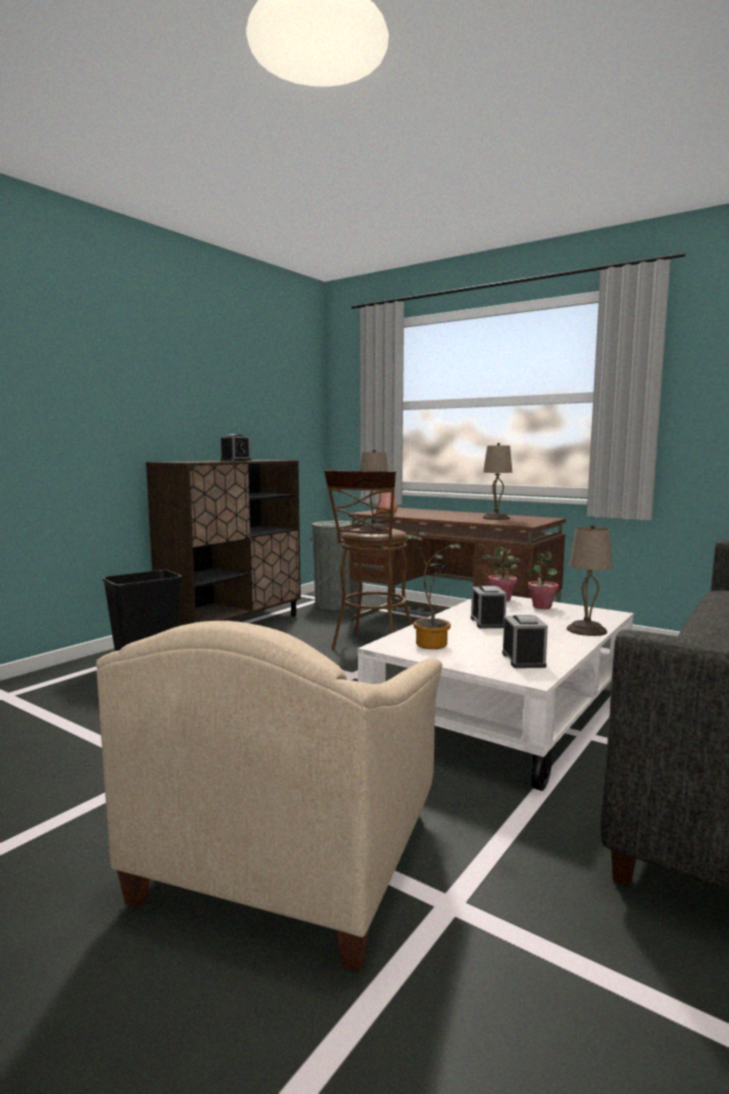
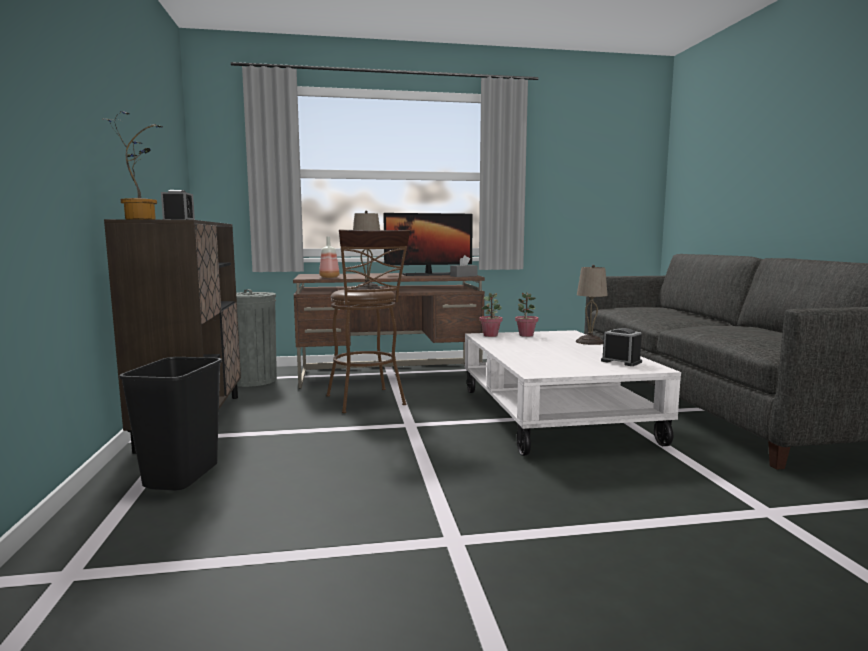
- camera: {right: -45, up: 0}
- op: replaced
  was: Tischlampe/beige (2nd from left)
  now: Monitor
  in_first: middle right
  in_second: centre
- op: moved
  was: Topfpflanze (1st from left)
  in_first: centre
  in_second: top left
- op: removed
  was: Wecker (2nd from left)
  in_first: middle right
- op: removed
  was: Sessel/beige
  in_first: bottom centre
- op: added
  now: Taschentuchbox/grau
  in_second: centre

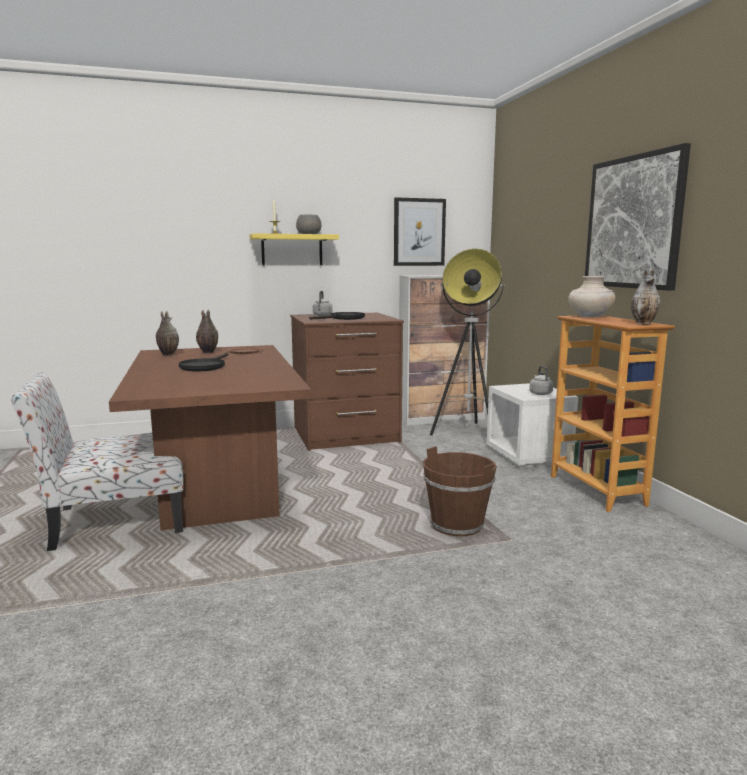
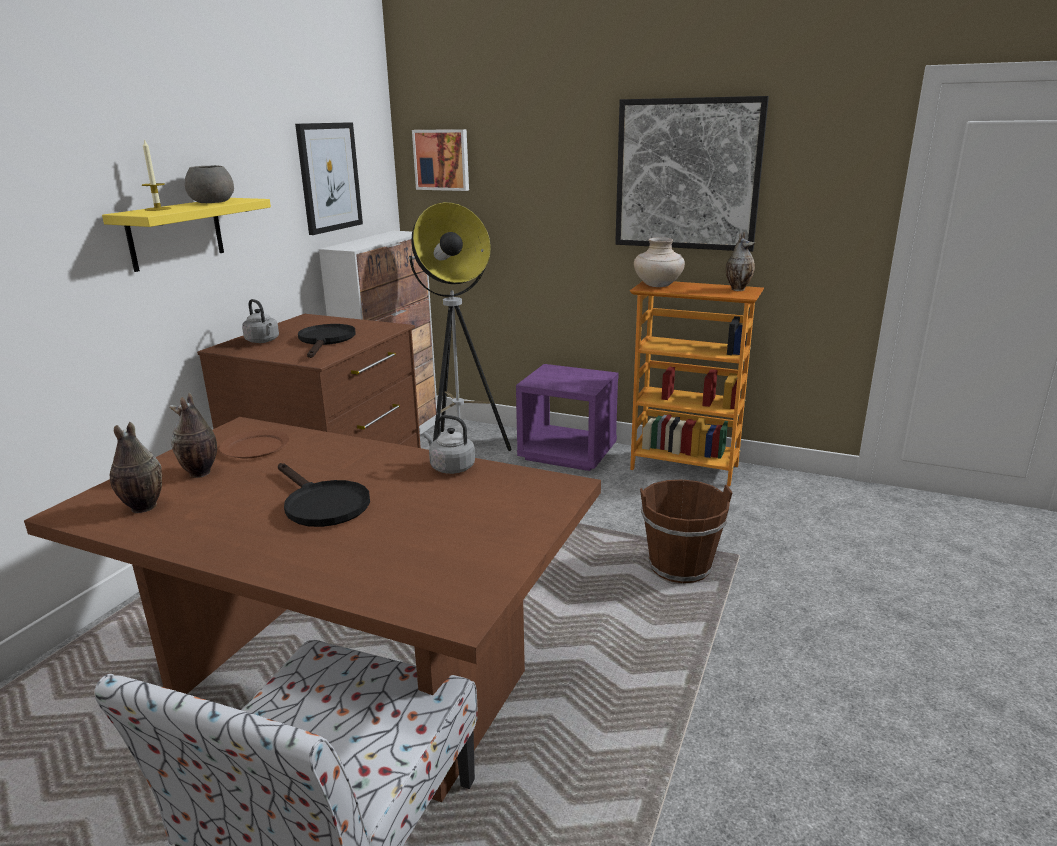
- camera: {right: -50, up: 10}
- op: moved
  was: Wasserkessel/grau (2nd from left)
  in_first: middle right
  in_second: centre
- op: recoloured
  was: Nachttisch/weiß
  now: Nachttisch/lila
  in_first: middle right
  in_second: centre
- op: added
  now: Bild (2nd from left)
  in_second: top centre

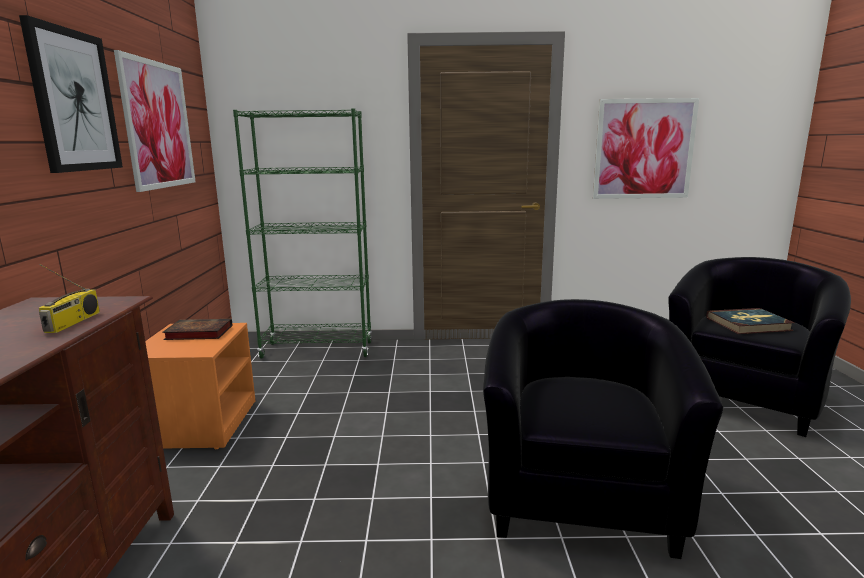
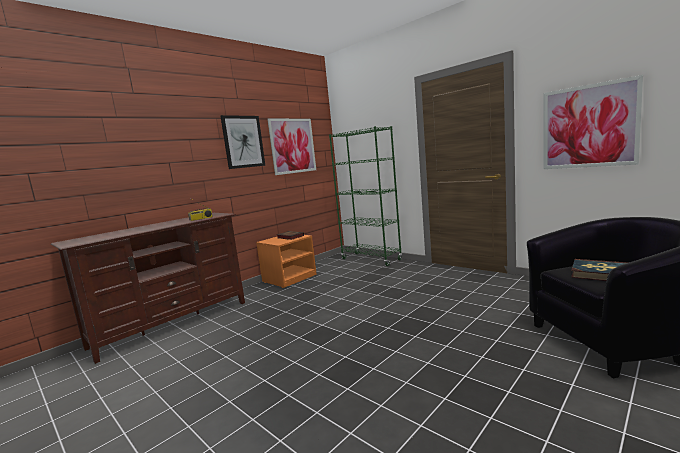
- camera: {right: 45, up: -5}
- op: removed
  was: Sessel/schwarz (1st from left)
  in_first: bottom right

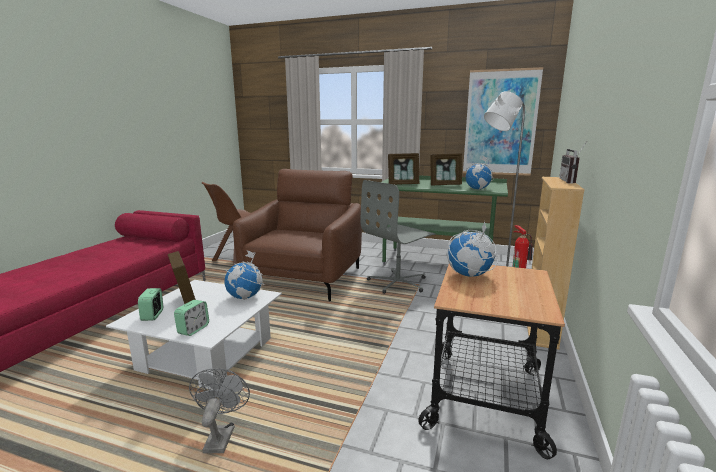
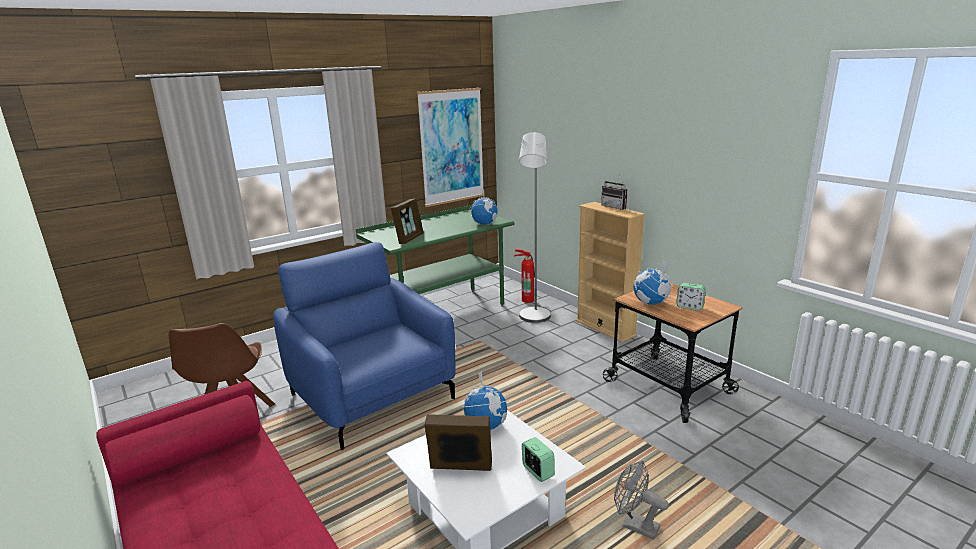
- camera: {right: -55, up: 5}
- op: removed
  was: Bilderrahmen (3rd from left)
  in_first: centre
- op: recoloured
  was: Sessel/braun
  now: Sessel/blau
  in_first: centre
  in_second: centre
- op: removed
  was: Bürostuhl/grau
  in_first: centre
- op: moved
  was: Wecker (1st from left in the first image)
  now: Wecker (2nd from left)
  in_first: middle left
  in_second: middle right

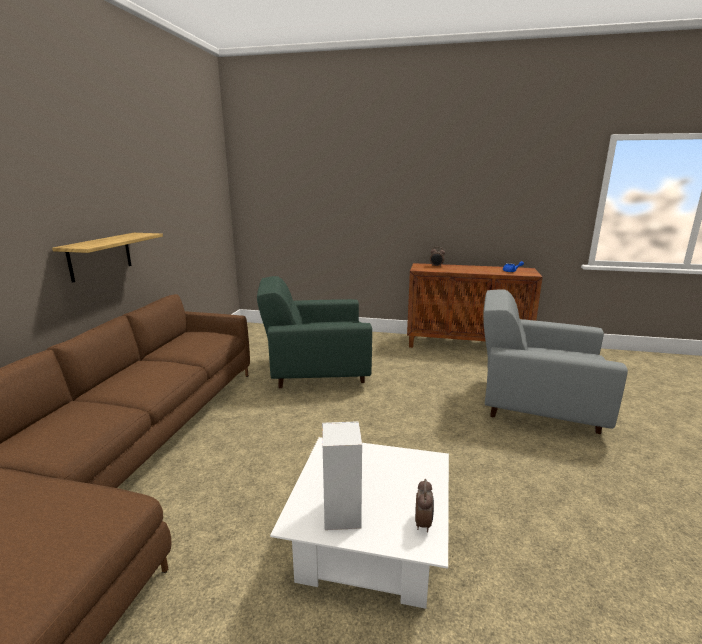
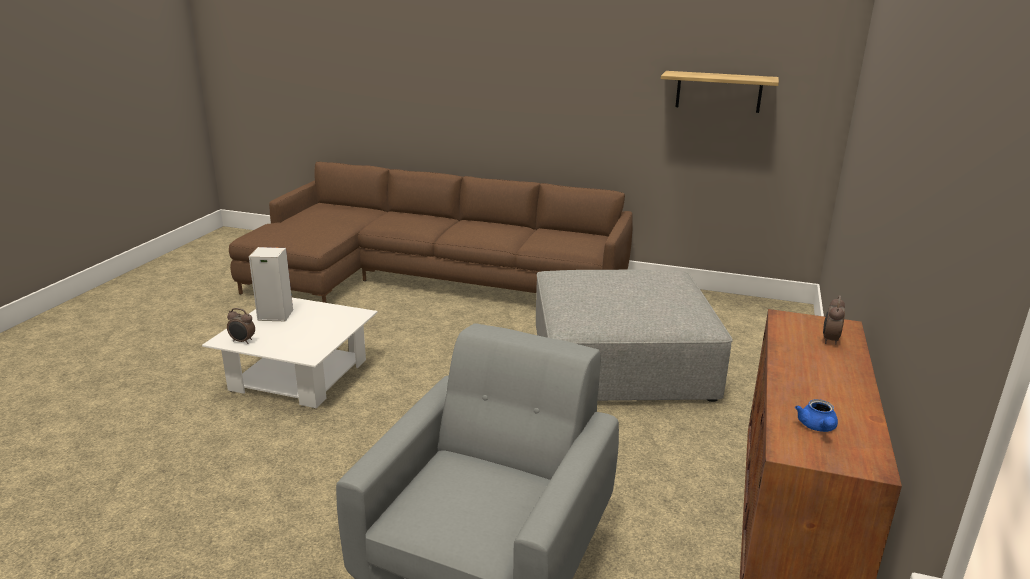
- camera: {right: 95, up: 5}
- op: moved
  was: Wandregal
  in_first: middle left
  in_second: top right
- op: replaced
  was: Sessel/grün
  now: Polsterhocker/grau
  in_first: centre
  in_second: centre

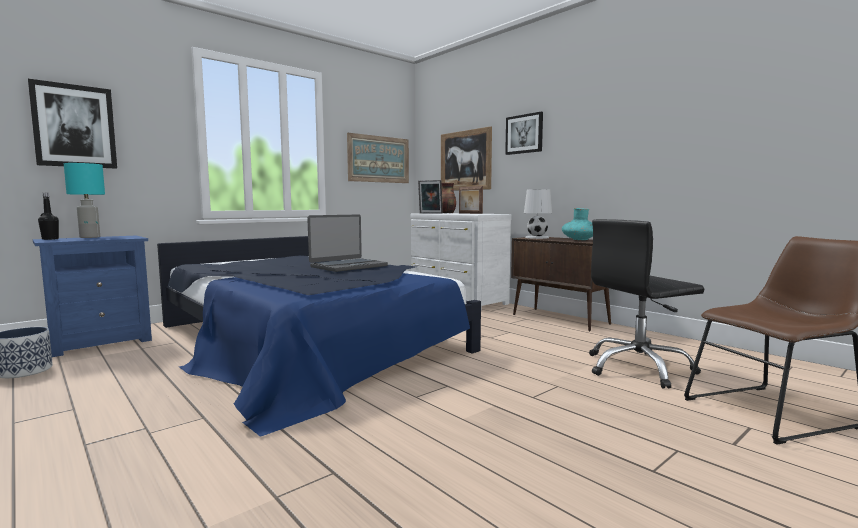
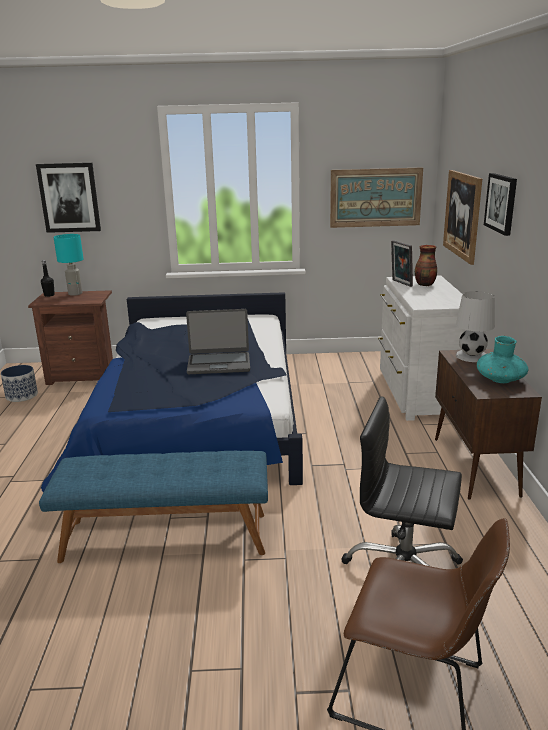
- camera: {right: 40, up: 15}
- op: removed
  was: Bilderrahmen (2nd from left)
  in_first: centre
- op: recoloured
  was: Nachttisch/blau
  now: Nachttisch/braun
  in_first: middle left
  in_second: middle left
- op: added
  now: Bank/blau
  in_second: bottom left

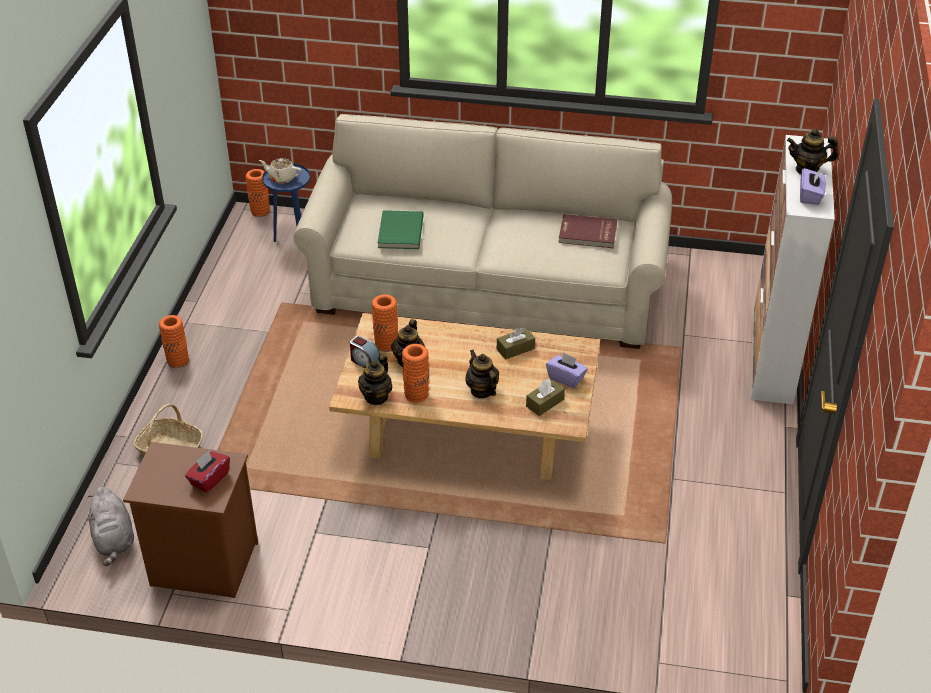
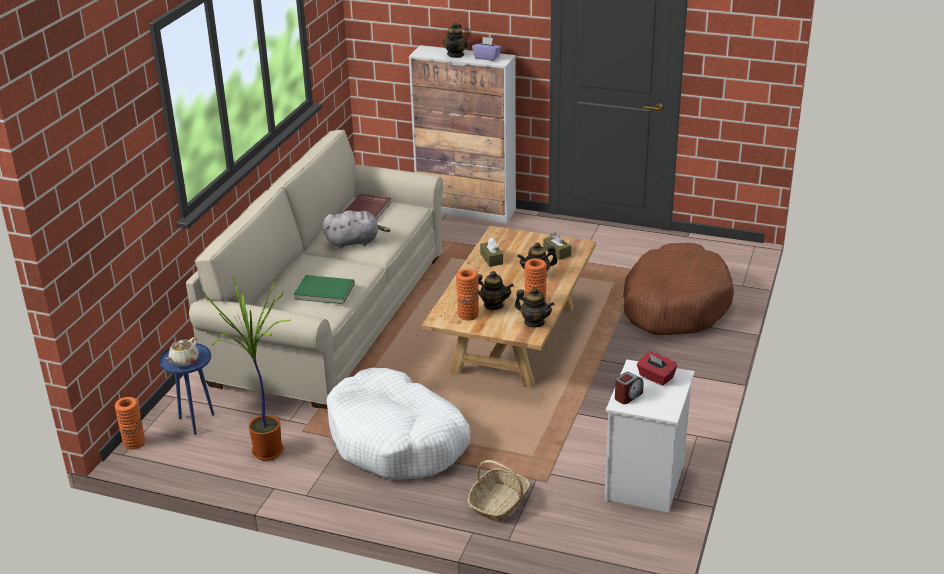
- camera: {right: -80, up: -10}
- op: removed
  was: Vase/orange (1st from left)
  in_first: middle left
- op: moved
  was: Wecker
  in_first: centre
  in_second: bottom centre
- op: removed
  was: Taschentuchbox/lila (1st from left)
  in_first: centre
- op: recoloured
  was: Nachttisch/braun
  now: Nachttisch/weiß
  in_first: bottom left
  in_second: bottom right
- op: moved
  was: Plüschtier/grau
  in_first: bottom left
  in_second: centre
- op: added
  now: Hundebett/braun
  in_second: middle right
- op: added
  now: Topfpflanze
  in_second: middle left
- op: added
  now: Hundebett/weiß
  in_second: bottom centre

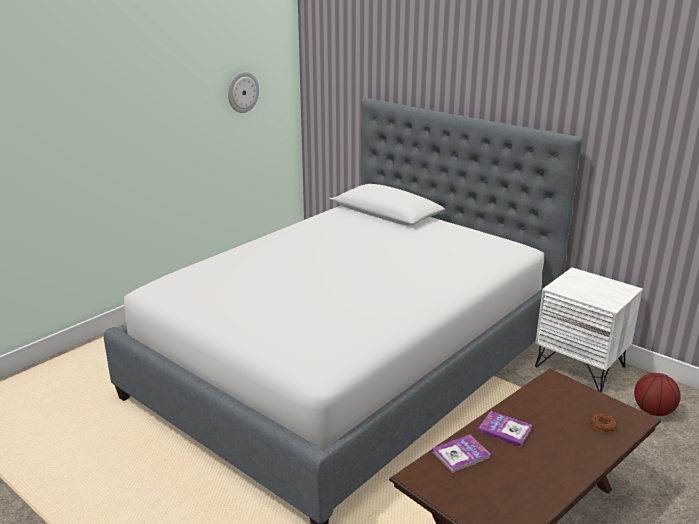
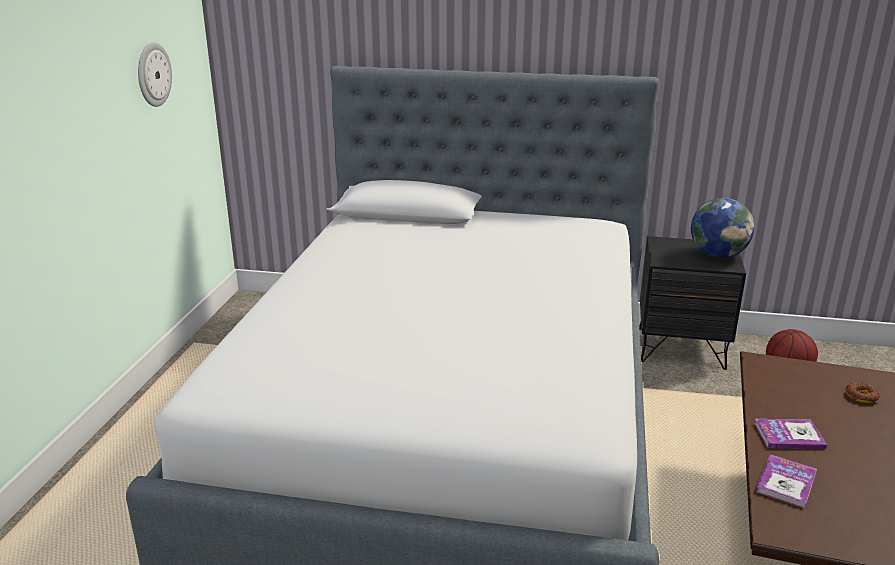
- camera: {right: -30, up: 0}
- op: recoloured
  was: Nachttisch/weiß
  now: Nachttisch/schwarz
  in_first: middle right
  in_second: middle right
- op: added
  now: Globus
  in_second: middle right

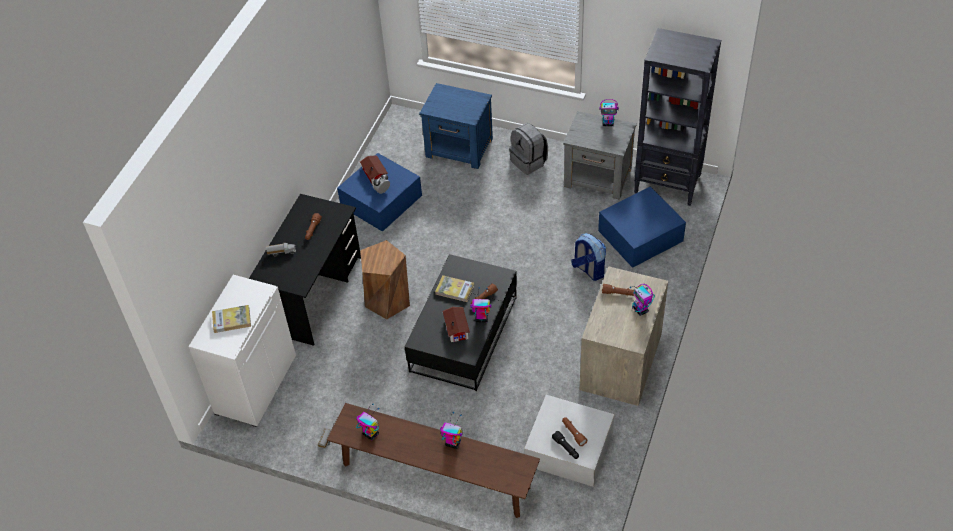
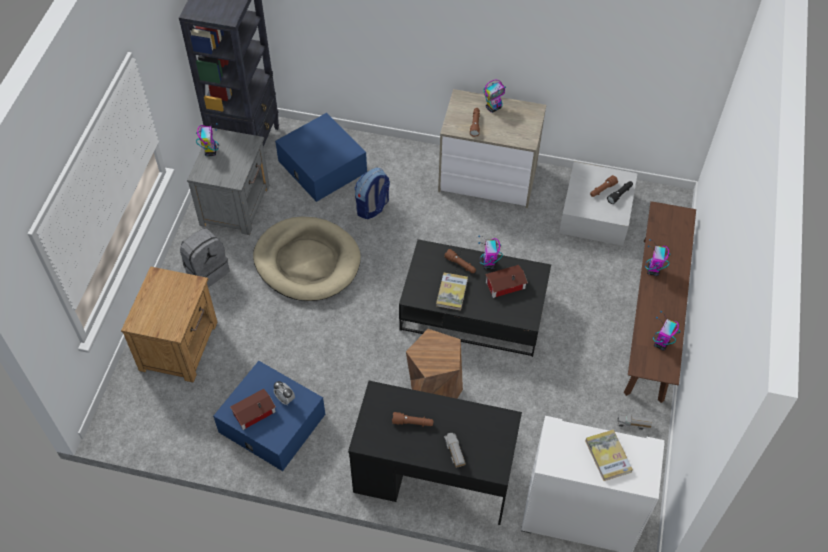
- camera: {right: -100, up: 5}
- op: recoloured
  was: Nachttisch/blau
  now: Nachttisch/braun
  in_first: top centre
  in_second: middle left
- op: added
  now: Hundebett/beige
  in_second: centre

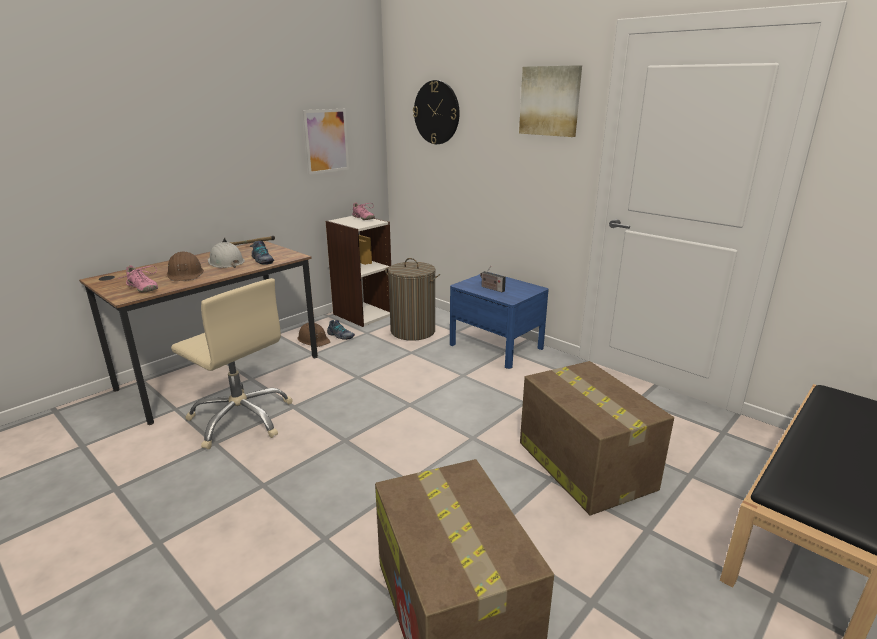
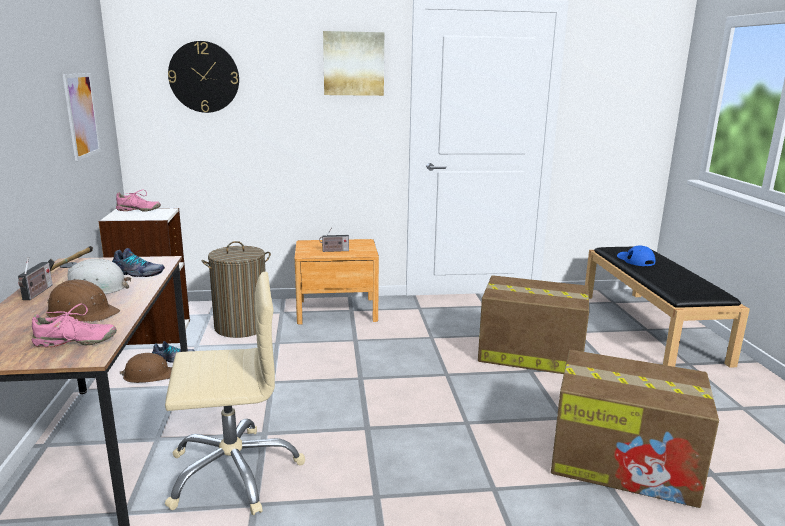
- camera: {right: -50, up: -5}
- op: recoloured
  was: Nachttisch/blau
  now: Nachttisch/braun
  in_first: centre
  in_second: centre
- op: added
  now: Kappe/blau
  in_second: middle right
- op: added
  now: Radio (1st from left)
  in_second: middle left

